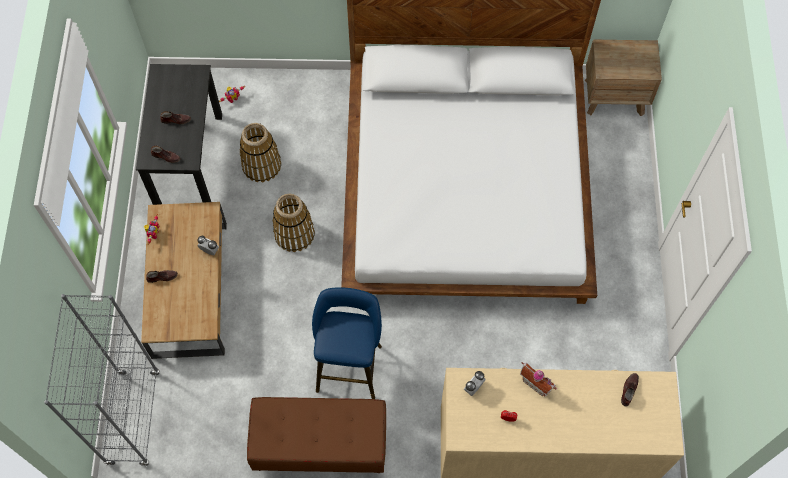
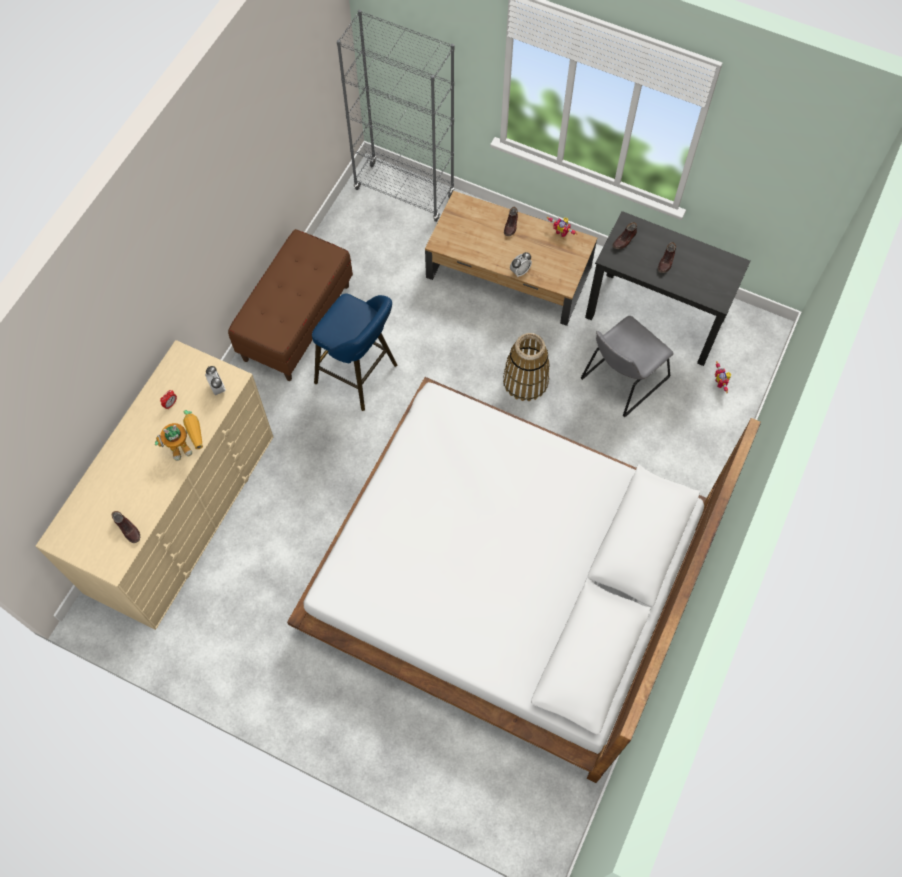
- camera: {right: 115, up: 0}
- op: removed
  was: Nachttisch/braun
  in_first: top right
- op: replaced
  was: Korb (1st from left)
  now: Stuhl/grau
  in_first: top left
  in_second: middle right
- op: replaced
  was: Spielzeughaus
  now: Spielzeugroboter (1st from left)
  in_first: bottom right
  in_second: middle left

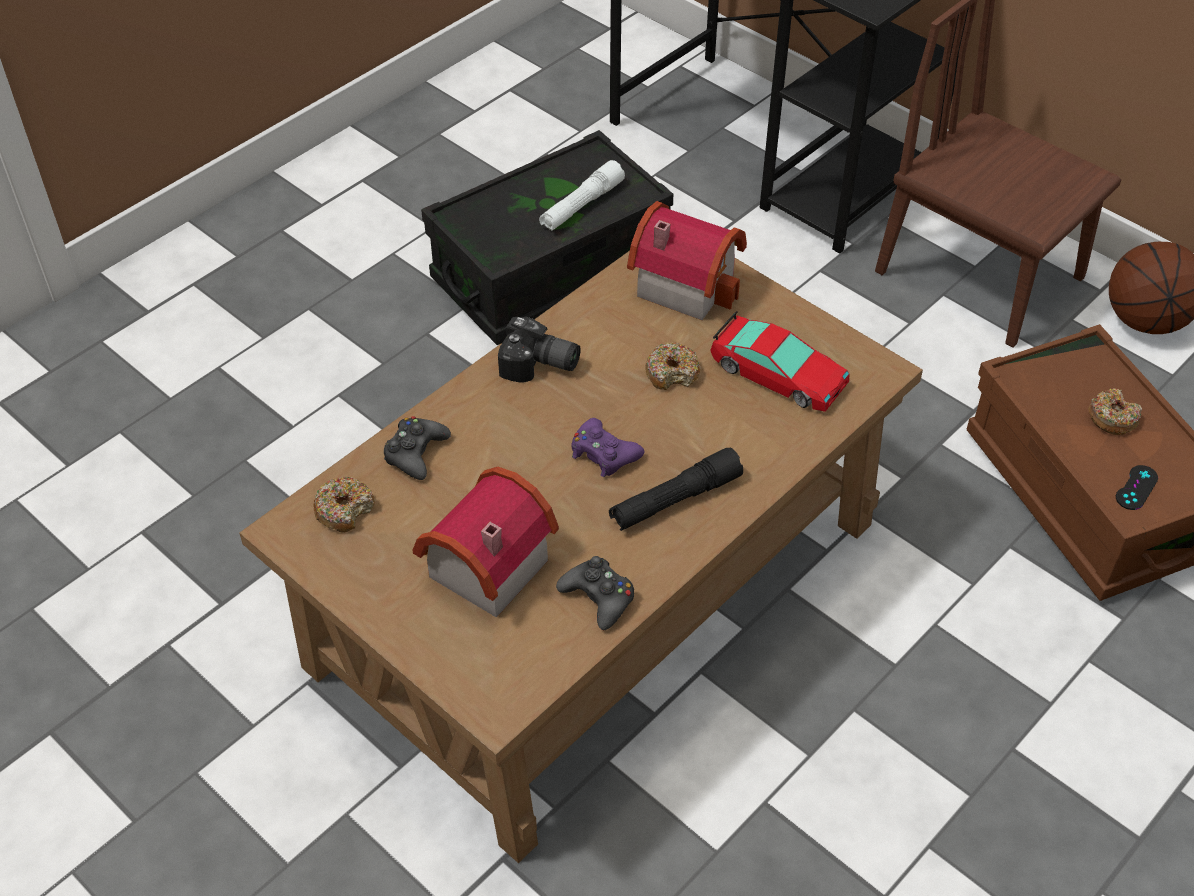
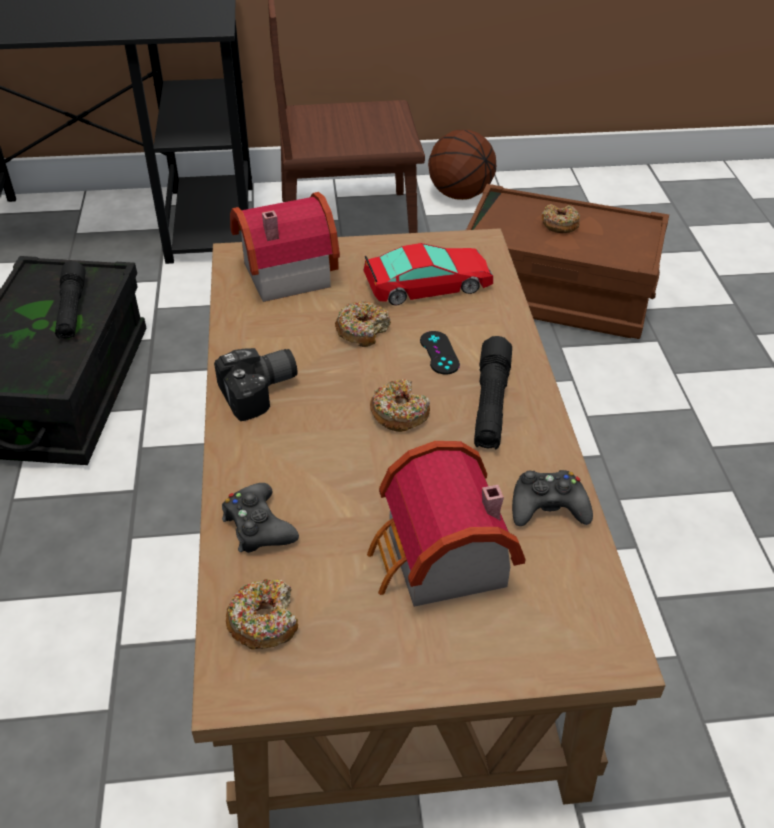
- camera: {right: -50, up: -5}
- op: recoloured
  was: Taschenlampe/weiß
  now: Taschenlampe/schwarz (1st from left)
  in_first: top centre
  in_second: middle left
- op: replaced
  was: Gamepad/lila
  now: Donut (3rd from left)
  in_first: centre
  in_second: centre
- op: moved
  was: Gamepad/schwarz (3rd from left in the first image)
  now: Gamepad/schwarz (2nd from left)
  in_first: middle right
  in_second: centre

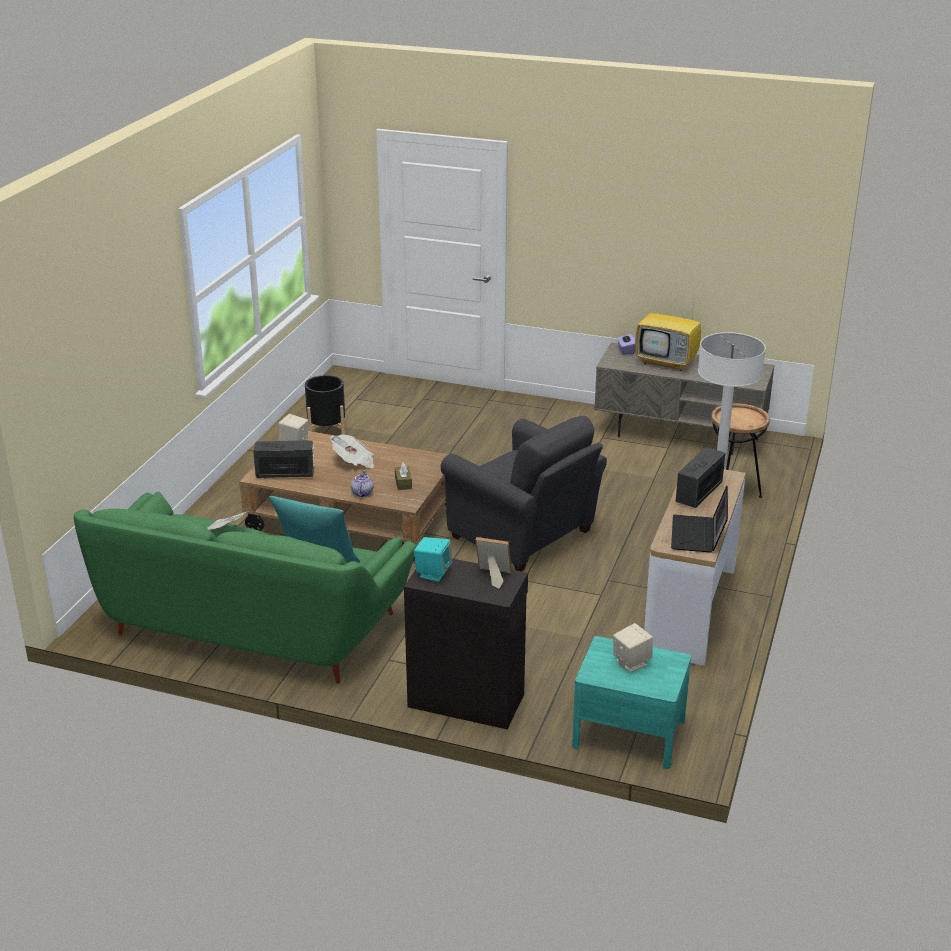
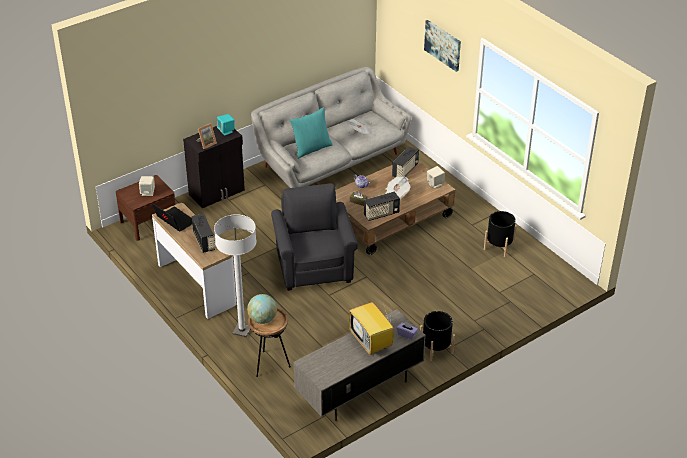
- camera: {right: 125, up: 10}
- op: turned
  was: Fernseher
  in_first: middle right
  in_second: bottom centre
  clockwise: -90
- op: turned
  was: Sessel/grau
  in_first: centre
  in_second: centre
  clockwise: 90
- op: recoloured
  was: Sofa/grün
  now: Sofa/grau
  in_first: middle left
  in_second: top centre
- op: recoloured
  was: Nachttisch/türkis
  now: Nachttisch/braun
  in_first: bottom centre
  in_second: middle left
- op: added
  now: Bild
  in_second: top centre
- op: added
  now: Radio (2nd from left)
  in_second: centre
- op: added
  now: Globus
  in_second: bottom centre
- op: added
  now: Pflanzkübel/schwarz (1st from left)
  in_second: bottom centre

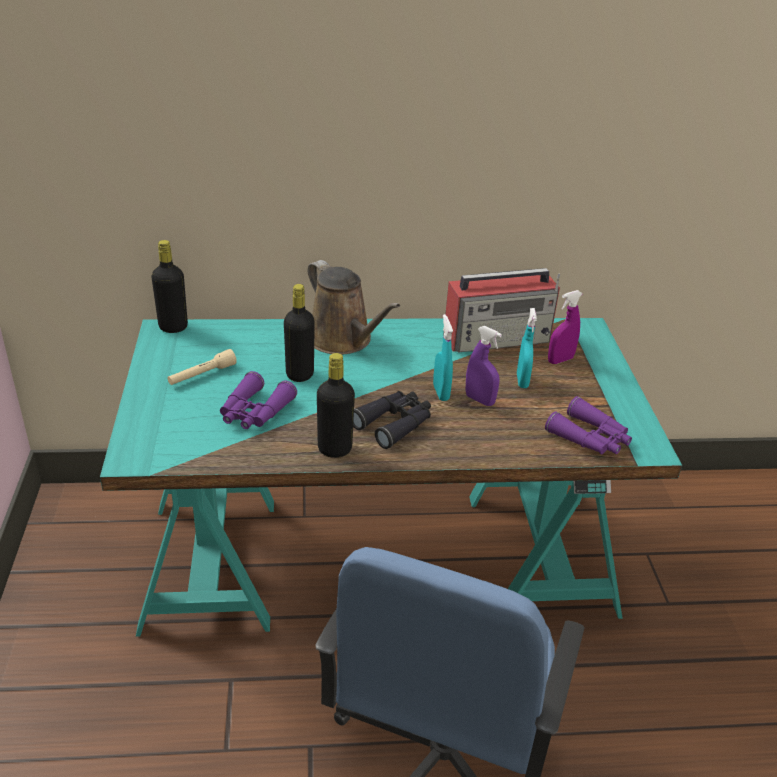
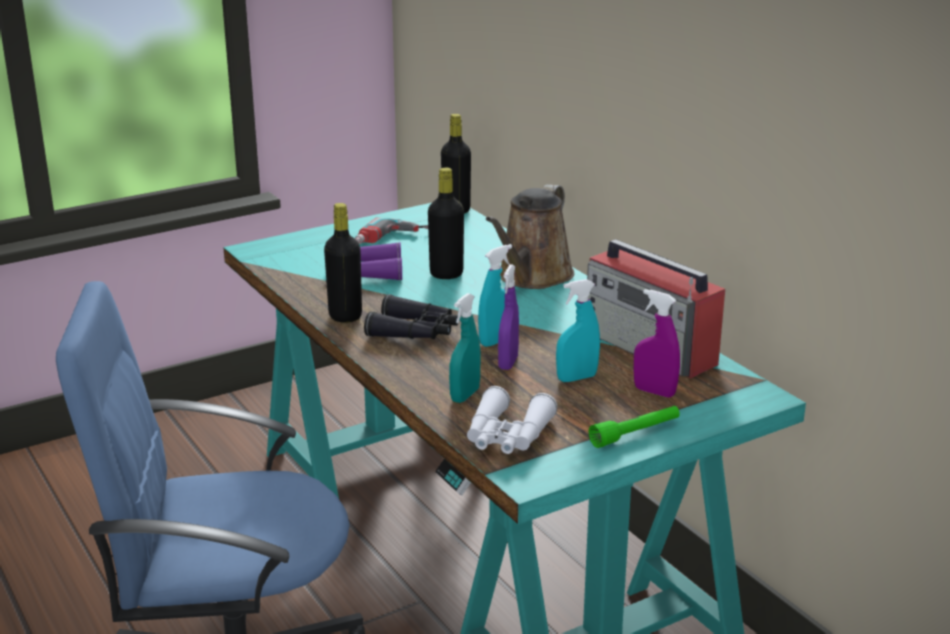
- camera: {right: 65, up: -10}
- op: replaced
  was: Taschenlampe/beige
  now: Bohrmaschine
  in_first: middle left
  in_second: centre
- op: recoloured
  was: Fernglas/lila (2nd from left)
  now: Fernglas/weiß
  in_first: middle right
  in_second: centre
- op: added
  now: Sprühflasche/türkis (1st from left)
  in_second: centre
- op: added
  now: Taschenlampe/grün
  in_second: bottom right

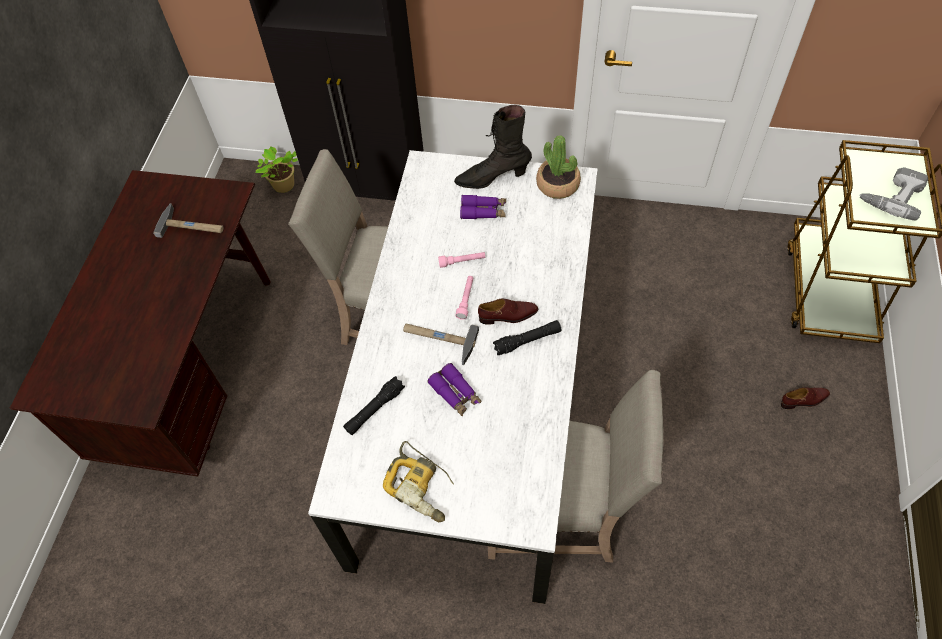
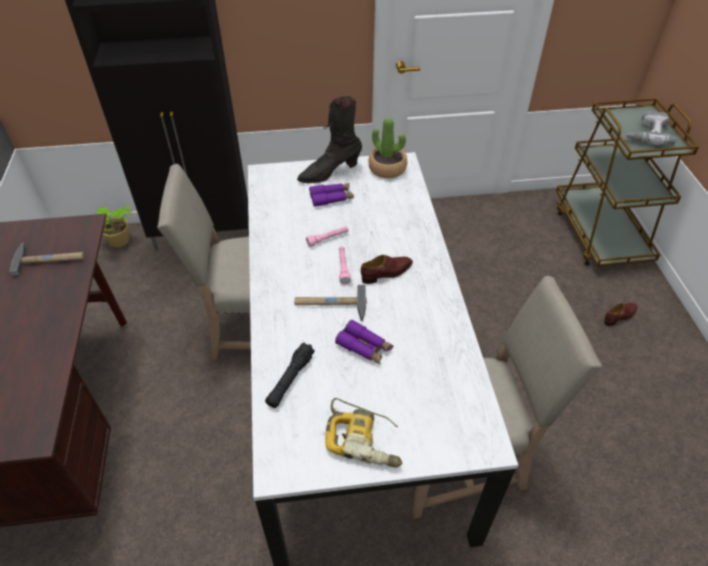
- camera: {right: -20, up: -10}
- op: removed
  was: Taschenlampe/schwarz (2nd from left)
  in_first: centre

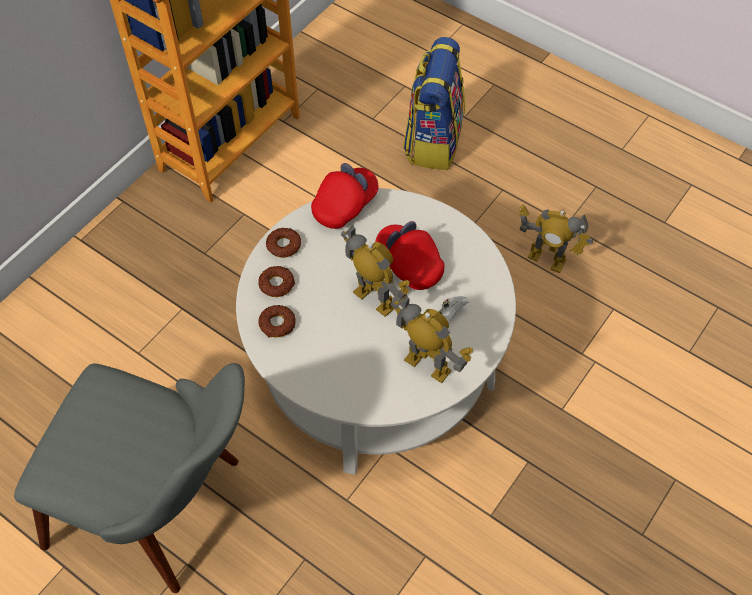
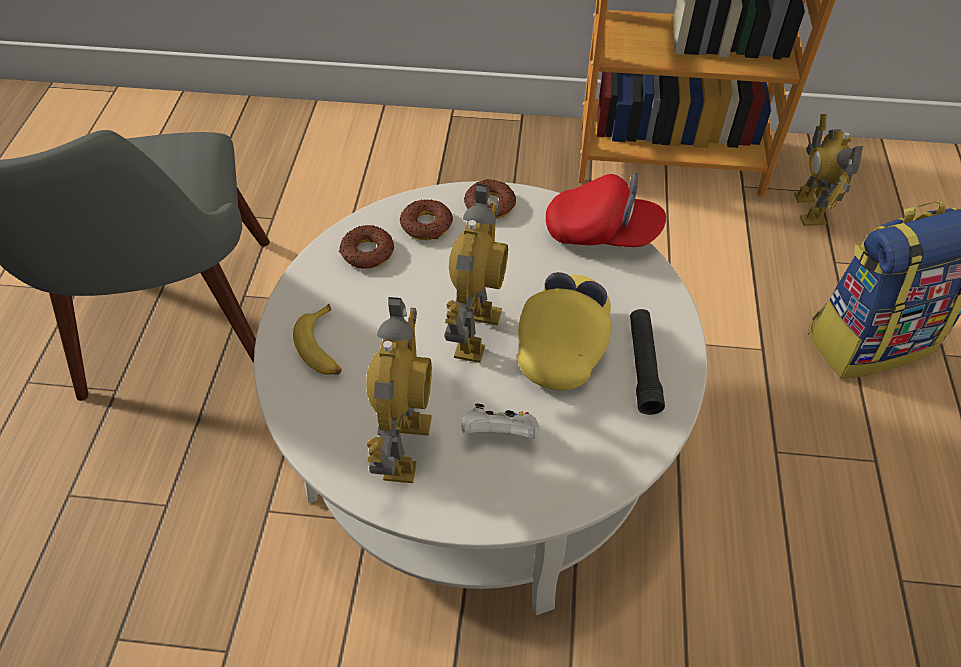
- camera: {right: 60, up: -5}
- op: moved
  was: Spielzeugroboter (3rd from left)
  in_first: middle right
  in_second: top right
- op: recoloured
  was: Kappe/rot (2nd from left)
  now: Kappe/gelb
  in_first: centre
  in_second: centre
- op: added
  now: Banane
  in_second: middle left
- op: added
  now: Taschenlampe/schwarz
  in_second: middle right

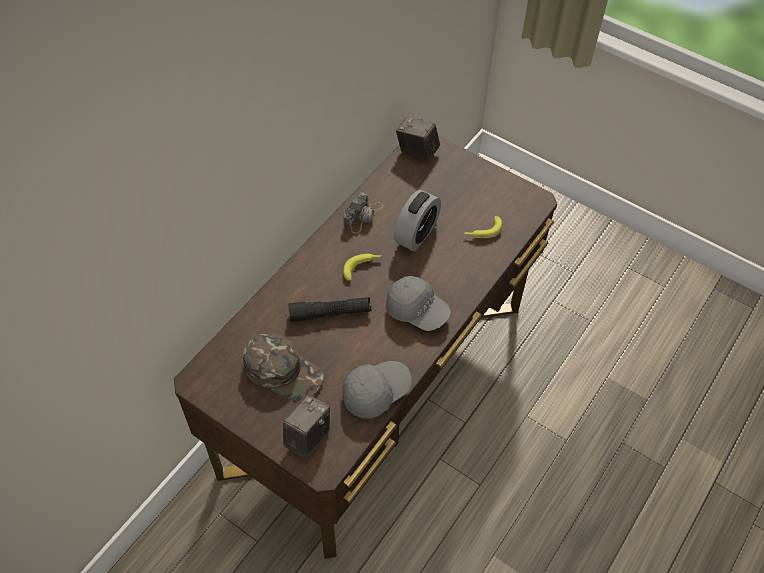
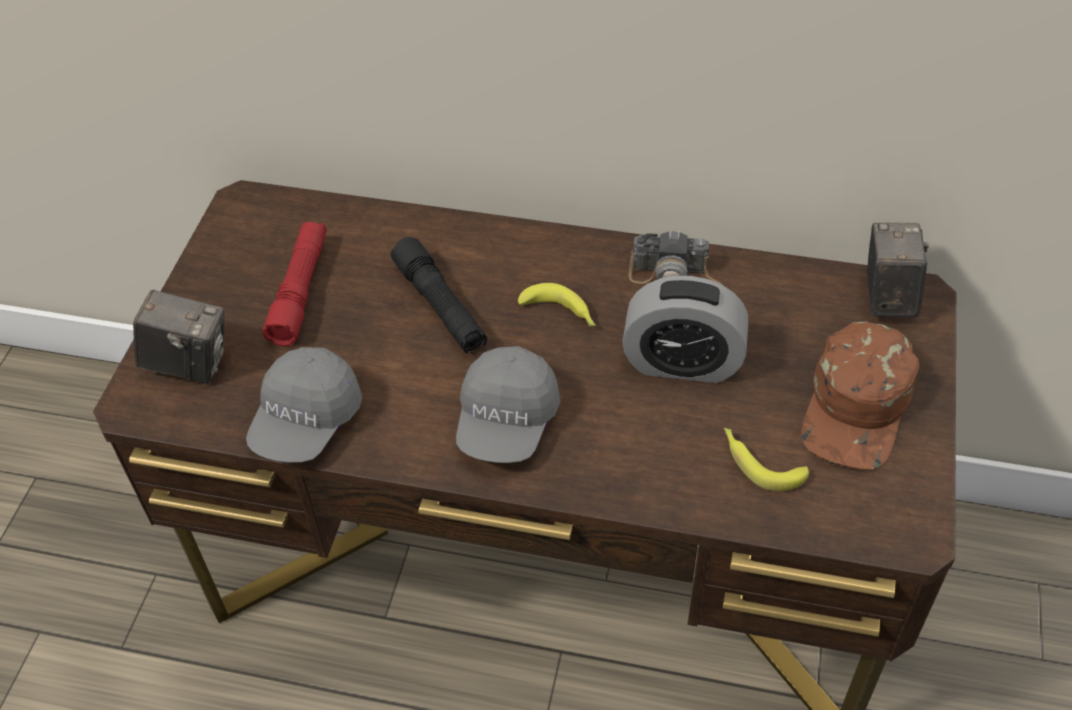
- camera: {right: 70, up: -5}
- op: replaced
  was: Kappe/grün
  now: Taschenlampe/rot
  in_first: centre
  in_second: middle left
- op: turned
  was: Kappe/grau (1st from left)
  in_first: bottom centre
  in_second: middle left
  clockwise: 75
- op: added
  now: Kappe/braun
  in_second: middle right

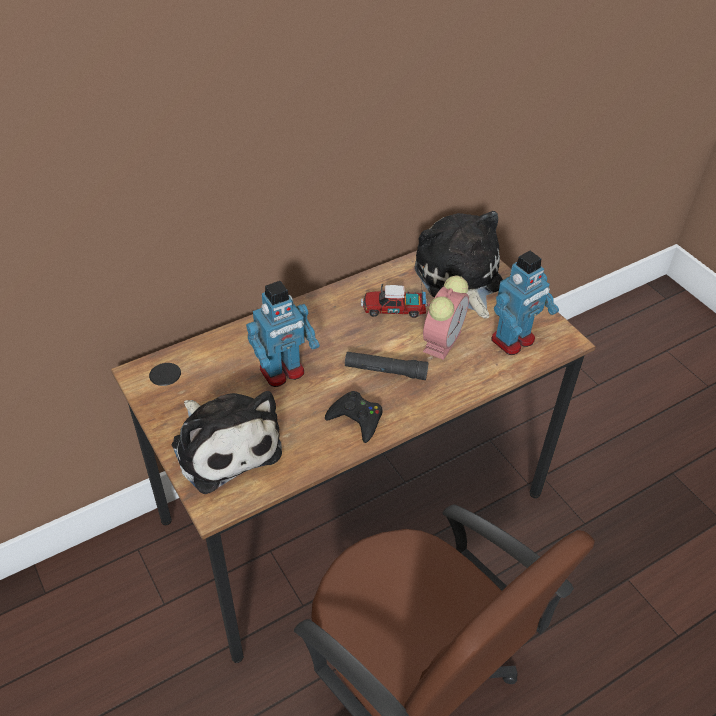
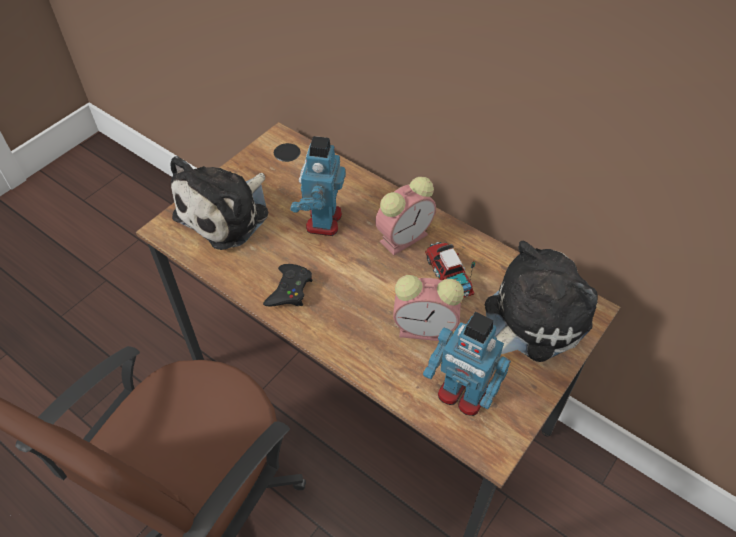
- camera: {right: 70, up: 5}
- op: turned
  was: Spielzeugroboter (1st from left)
  in_first: centre
  in_second: centre
  clockwise: 60
- op: removed
  was: Taschenlampe/schwarz
  in_first: centre
- op: added
  now: Wecker (1st from left)
  in_second: centre

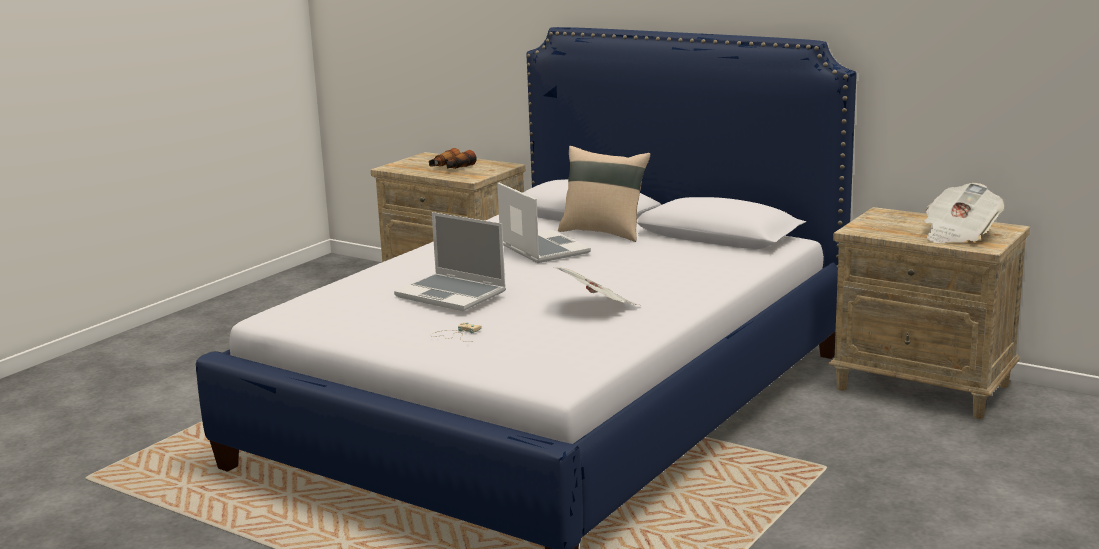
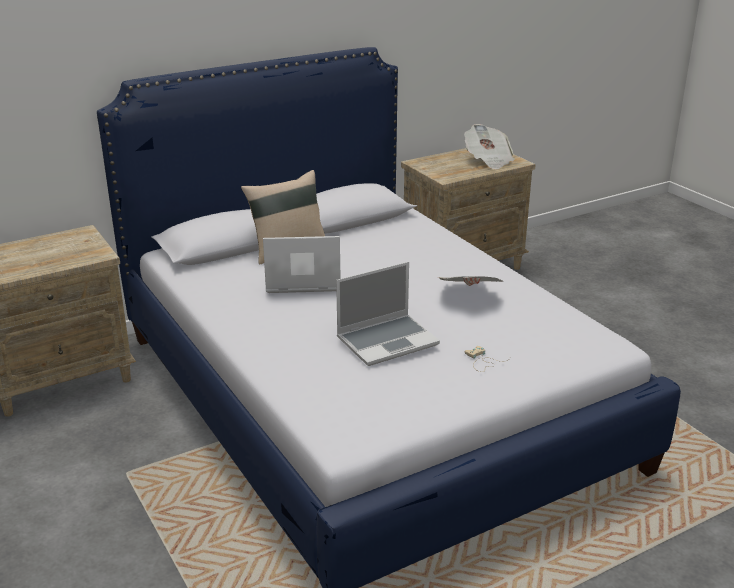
- camera: {right: -65, up: 10}
- op: removed
  was: Fernglas
  in_first: top centre

